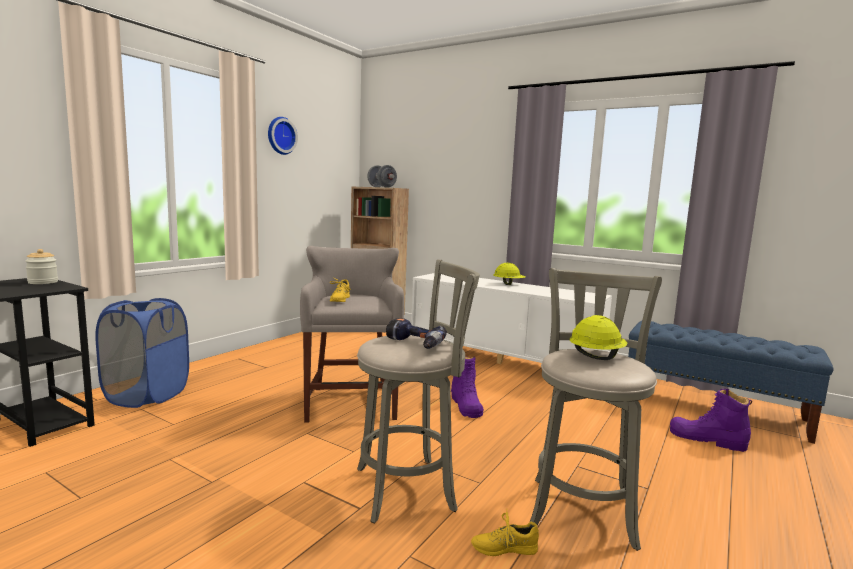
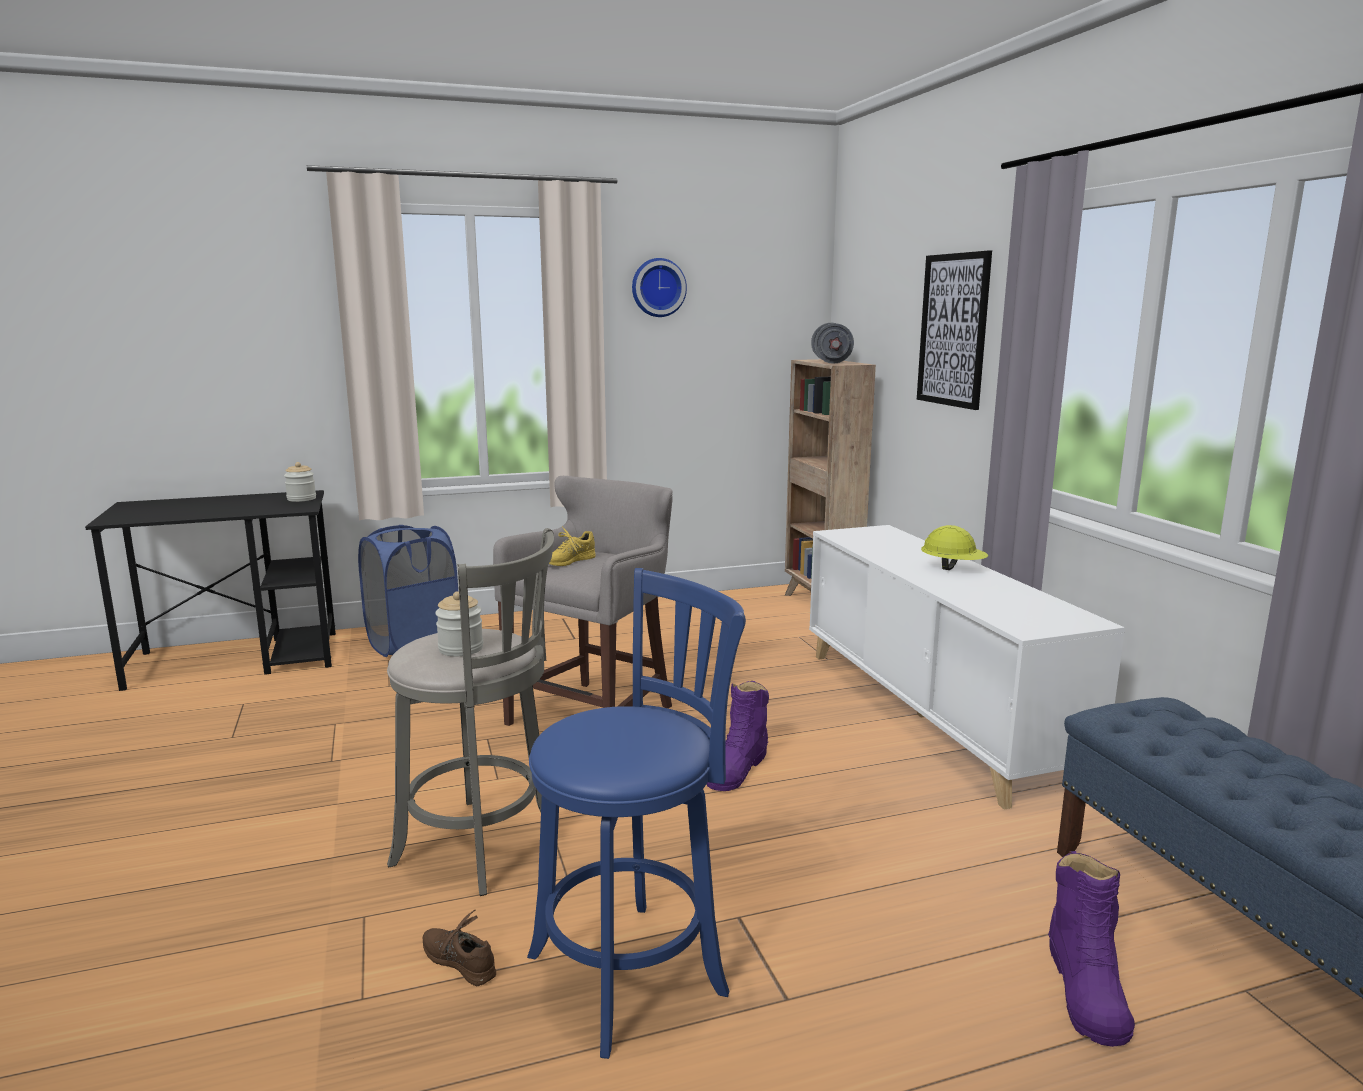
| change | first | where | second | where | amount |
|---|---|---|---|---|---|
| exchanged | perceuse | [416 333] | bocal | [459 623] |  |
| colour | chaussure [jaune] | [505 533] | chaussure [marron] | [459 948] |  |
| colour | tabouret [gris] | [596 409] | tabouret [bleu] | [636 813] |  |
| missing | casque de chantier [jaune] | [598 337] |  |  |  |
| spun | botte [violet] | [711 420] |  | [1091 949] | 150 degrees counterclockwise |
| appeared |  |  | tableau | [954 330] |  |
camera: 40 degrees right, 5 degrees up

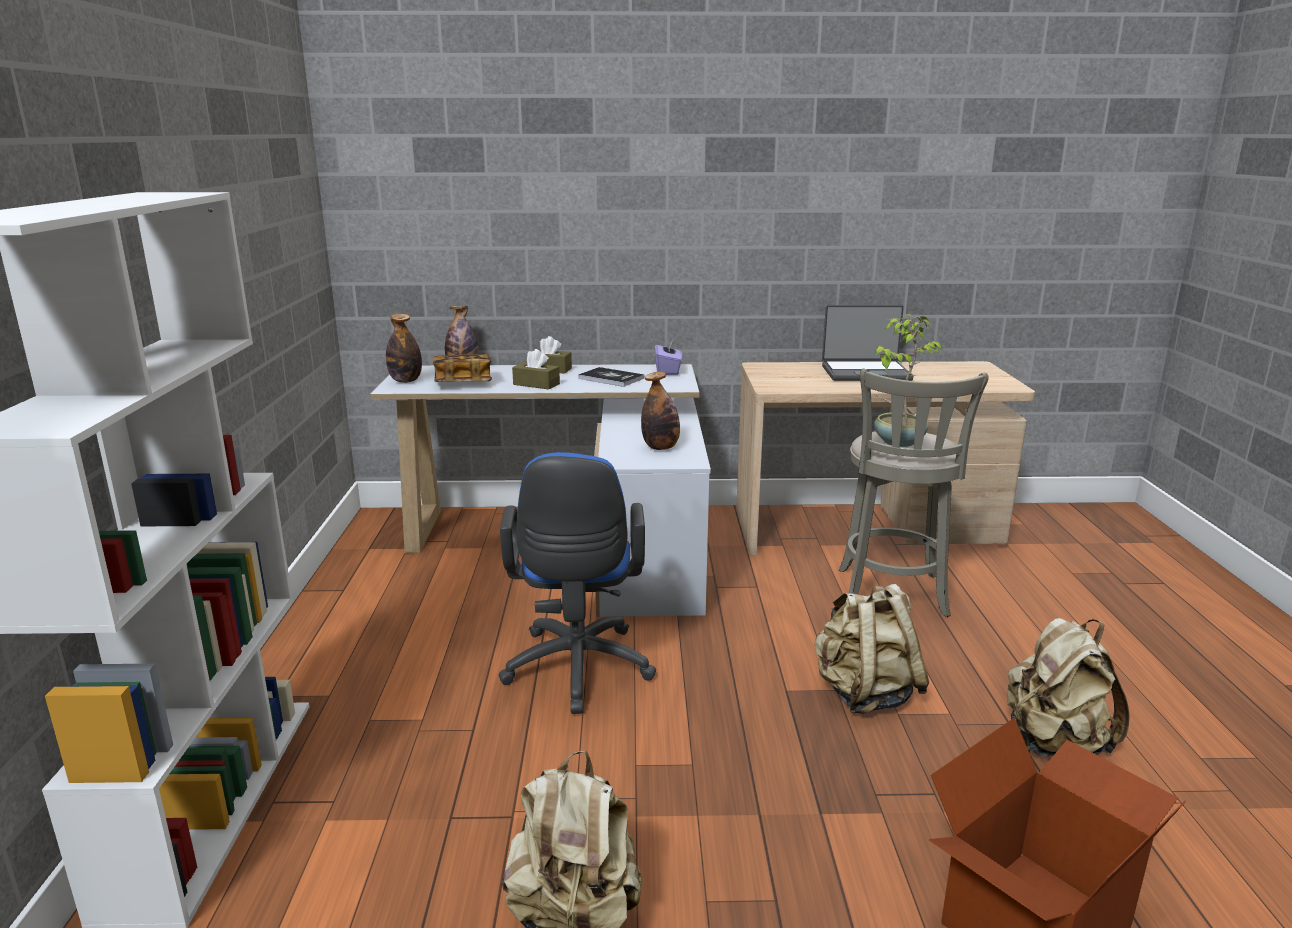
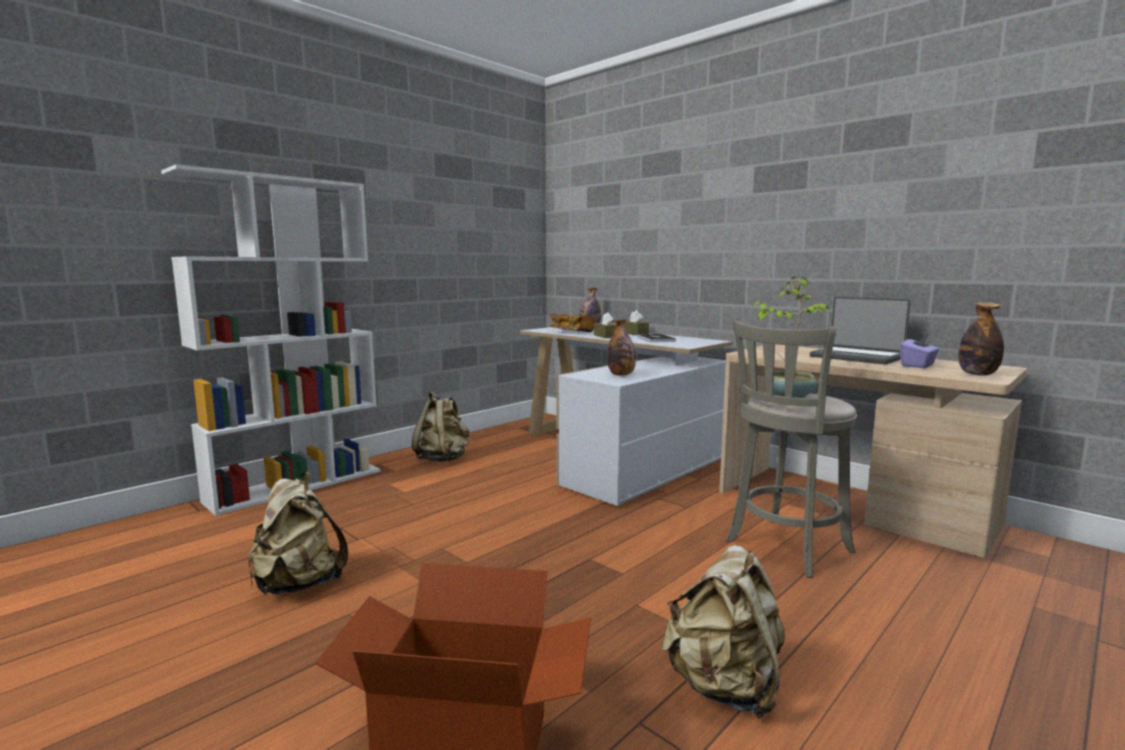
| change | first | where | second | where | amount |
|---|---|---|---|---|---|
| relocated | bouteille | [404 348] |  | [981 339] |  |
| missing | chaise de bureau [bleu] | [577 583] |  |  |  |
| relocated | boîte à mouchoirs [violet] | [668 357] |  | [919 350] |  |
| relocated | sac à dos [beige] | [871 649] |  | [440 427] |  |
camera: 45 degrees right, 10 degrees down

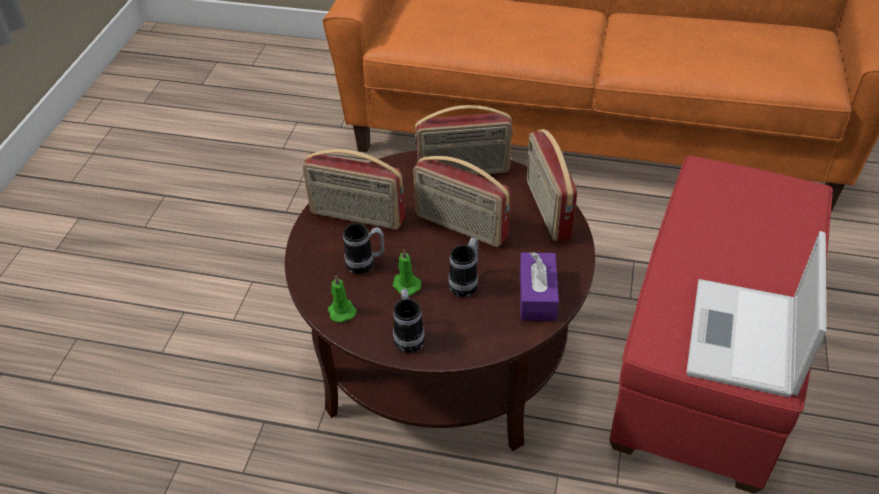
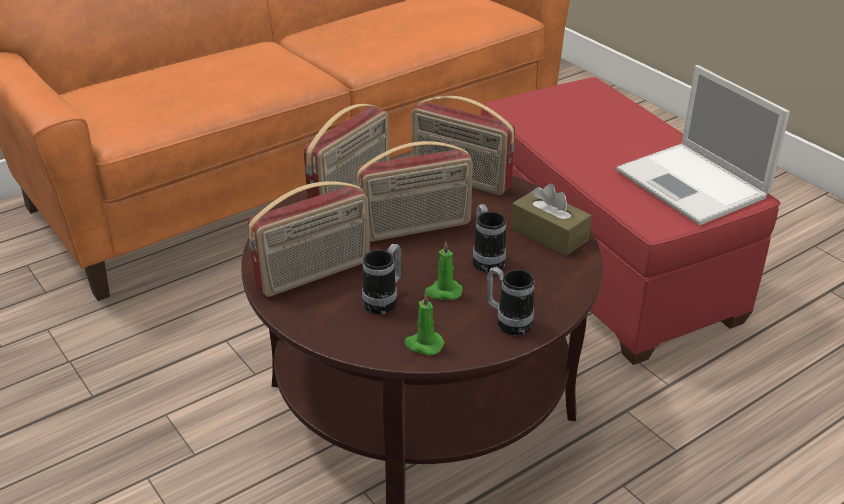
| change | first | where | second | where | amount |
|---|---|---|---|---|---|
| colour | boîte à mouchoirs [violet] | [539 286] | boîte à mouchoirs [marron] | [551 220] |  |
camera: 50 degrees left, 10 degrees down

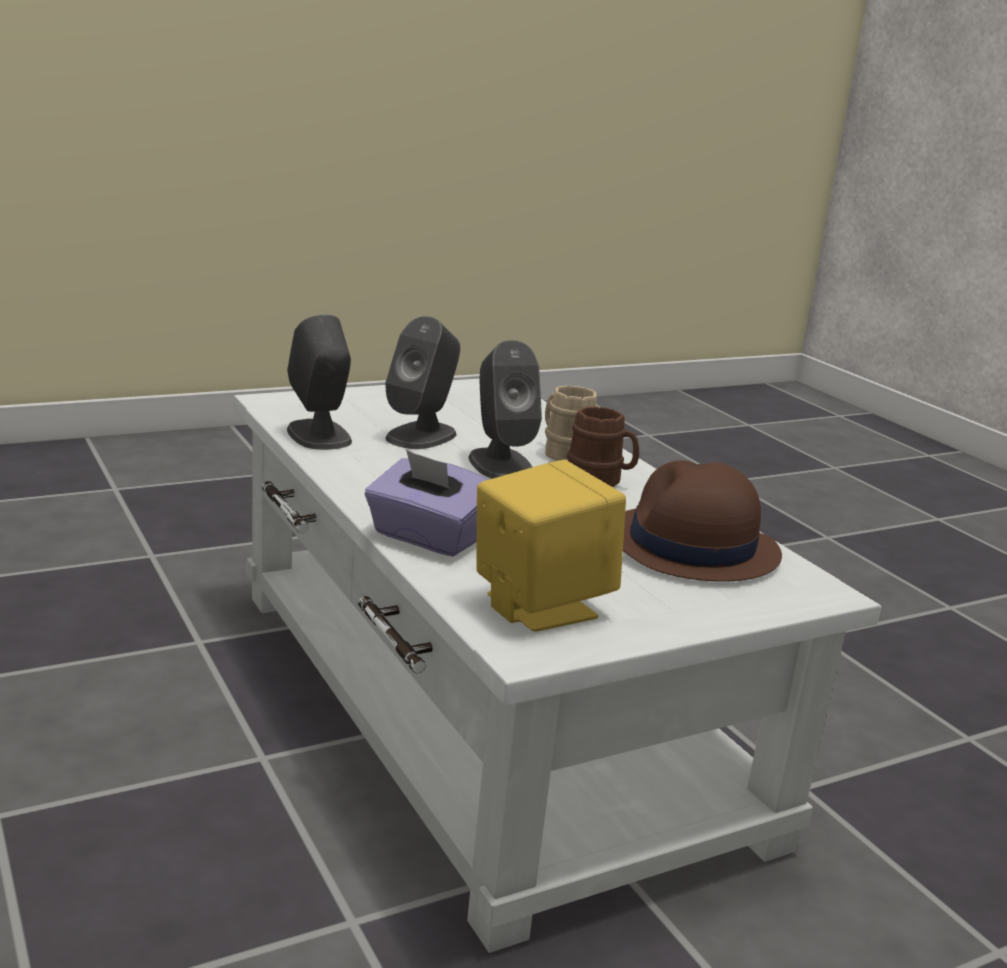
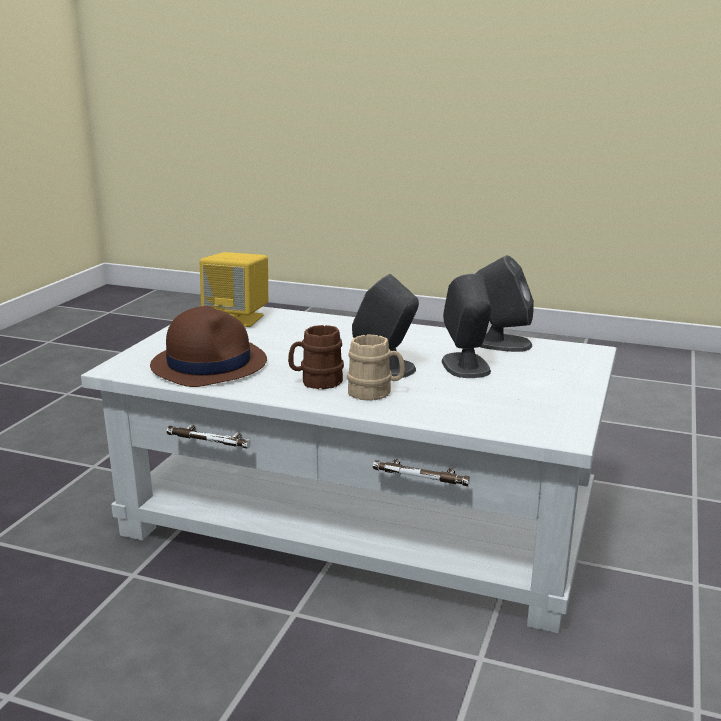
| change | first | where | second | where | amount |
|---|---|---|---|---|---|
| missing | boîte à mouchoirs [violet] | [426 503] |  |  |  |
camera: 140 degrees right, 0 degrees up

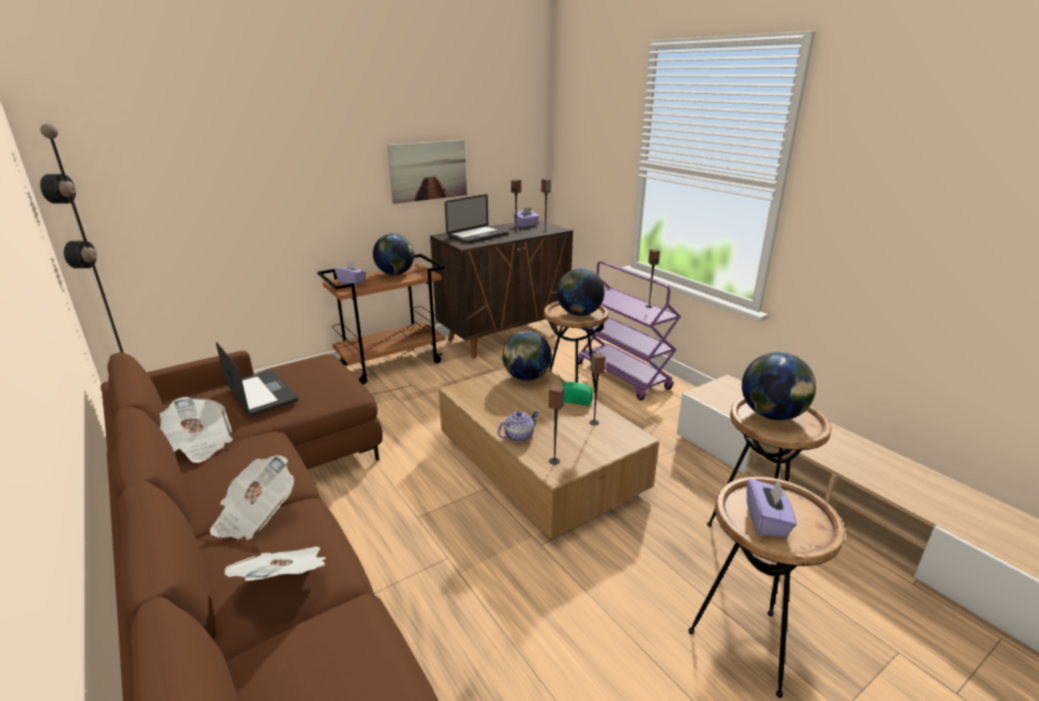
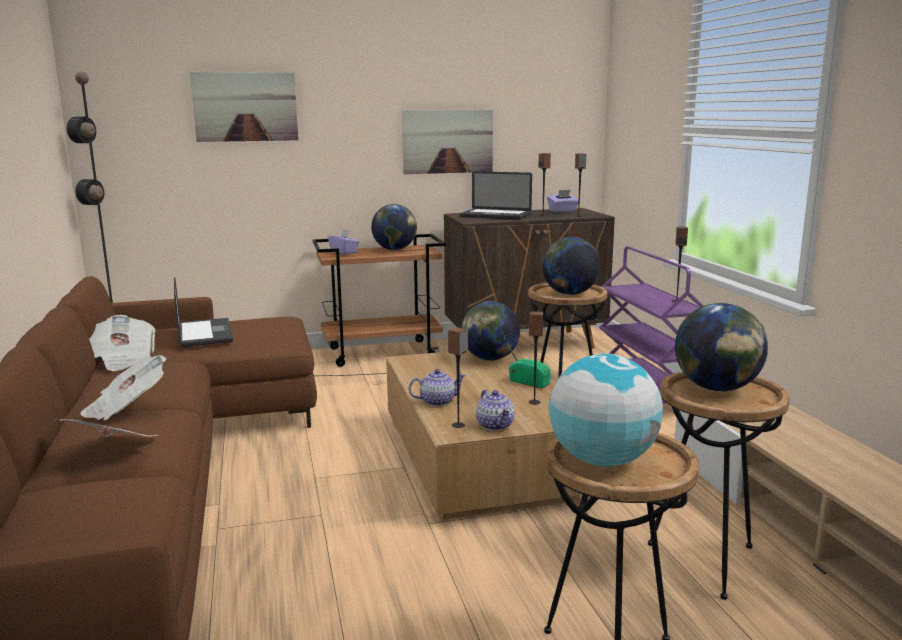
| change | first | where | second | where | amount |
|---|---|---|---|---|---|
| spun | ordinateur portable | [477 218] |  | [496 195] | 45 degrees clockwise |
| exchanged | boîte à mouchoirs [violet] | [772 508] | globe | [606 410] |  |
| appeared |  |  | tableau | [244 107] |  |
| appeared |  |  | théière | [495 410] |  |
camera: 20 degrees right, 10 degrees down

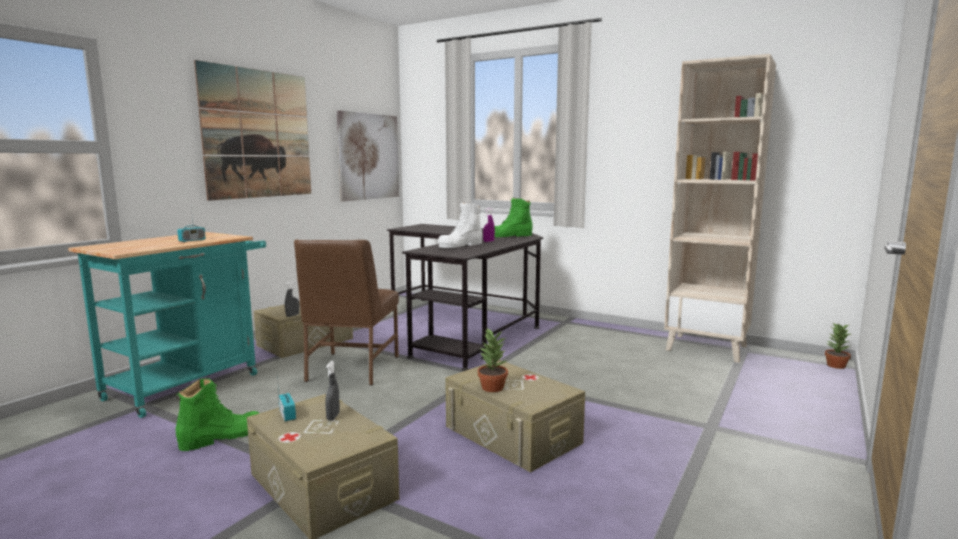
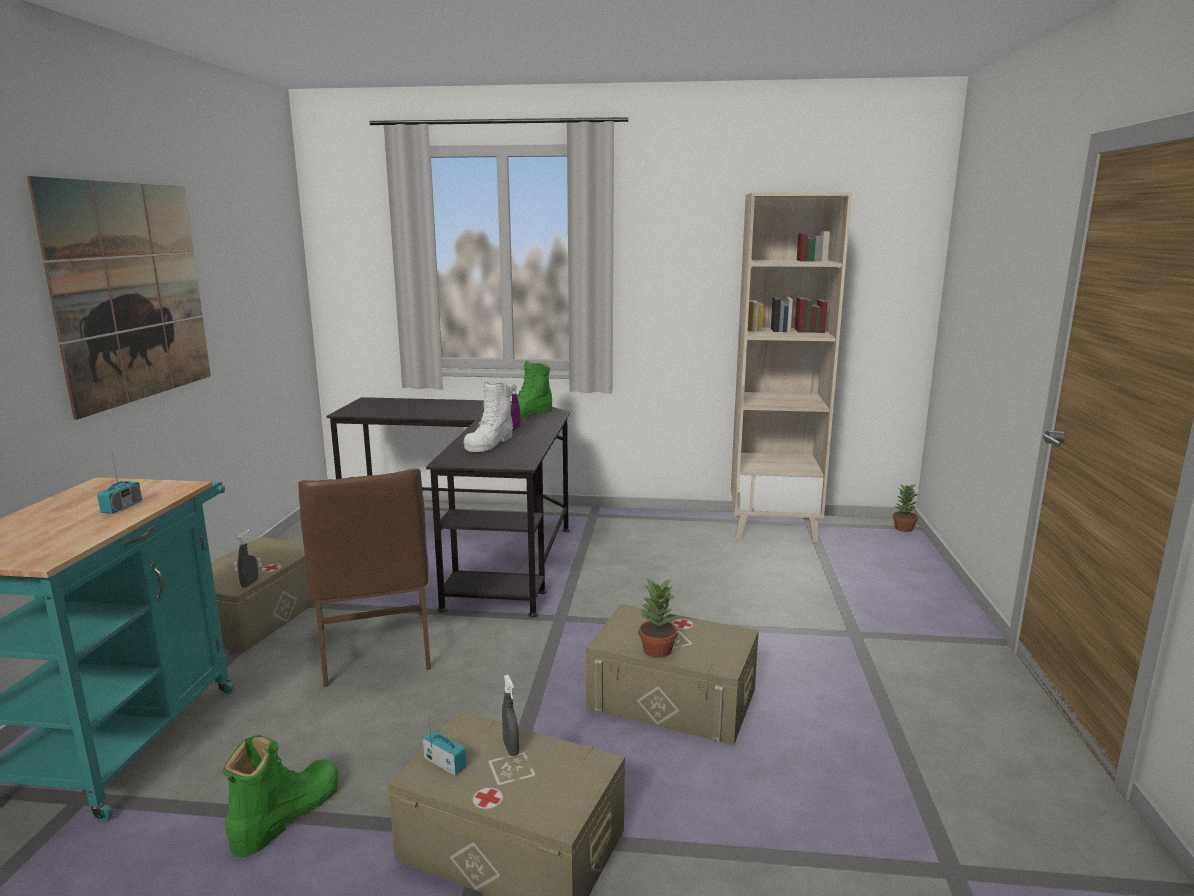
| change | first | where | second | where | amount |
|---|---|---|---|---|---|
| missing | tableau | [368 156] |  |  |  |
camera: 25 degrees left, 5 degrees up

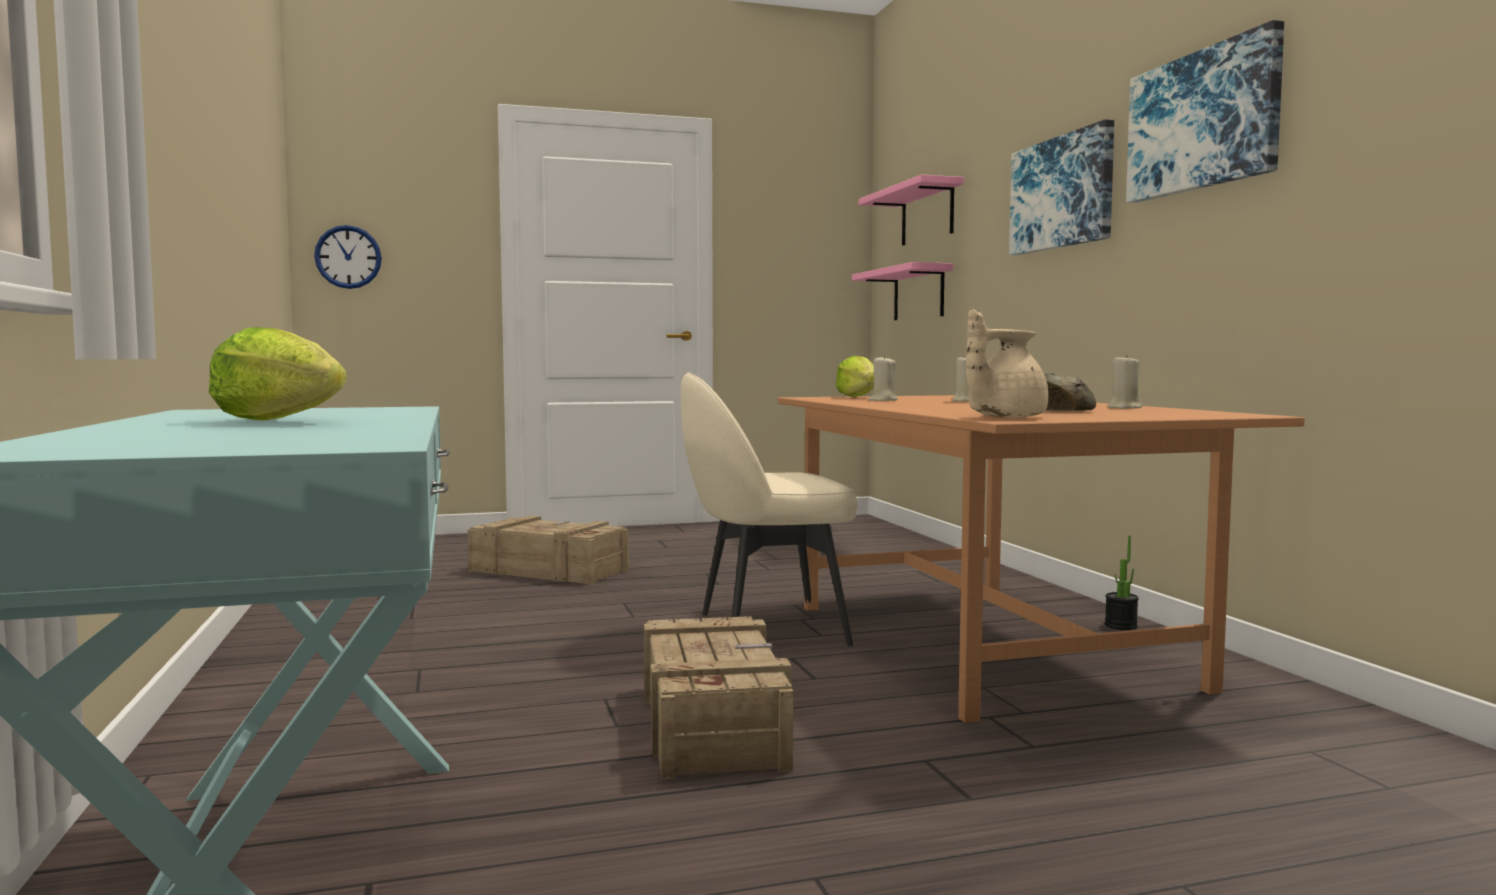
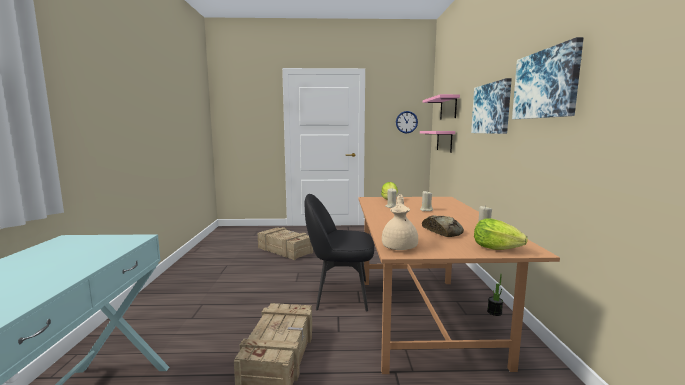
| change | first | where | second | where | amount |
|---|---|---|---|---|---|
| relocated | laitue | [278 374] |  | [501 234] |  |
| relocated | horloge murale | [348 257] |  | [407 122] |  |
| colour | chaise [beige] | [769 509] | chaise [noir] | [339 253] |  |
| spun | théière [beige] | [1007 363] |  | [400 222] | 120 degrees clockwise |
camera: 15 degrees right, 5 degrees up

